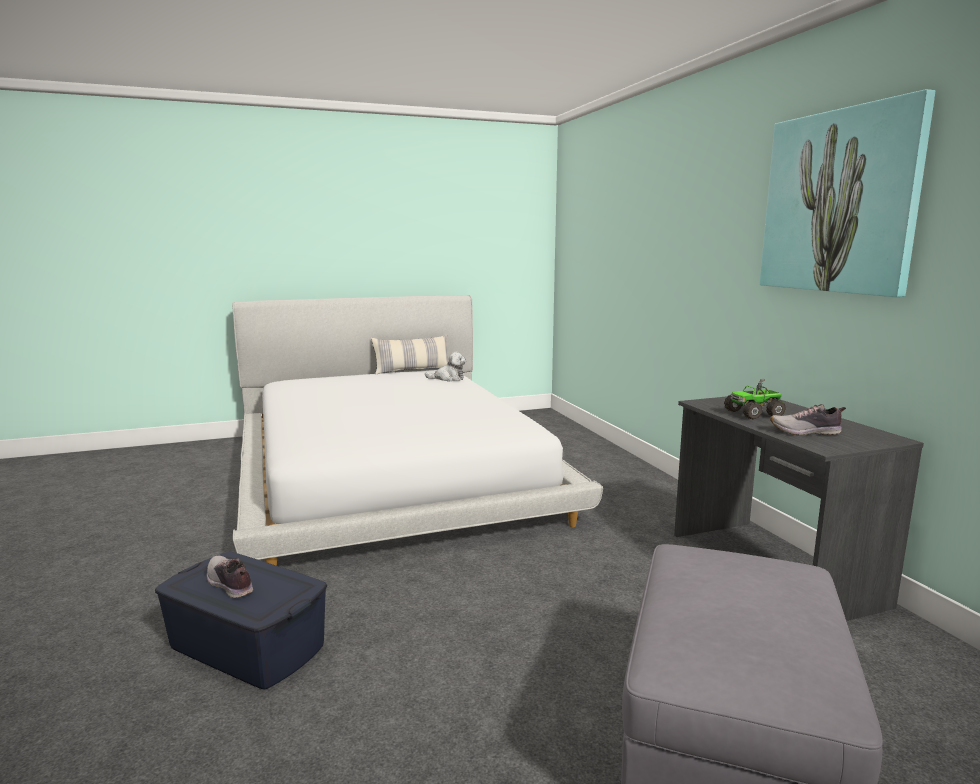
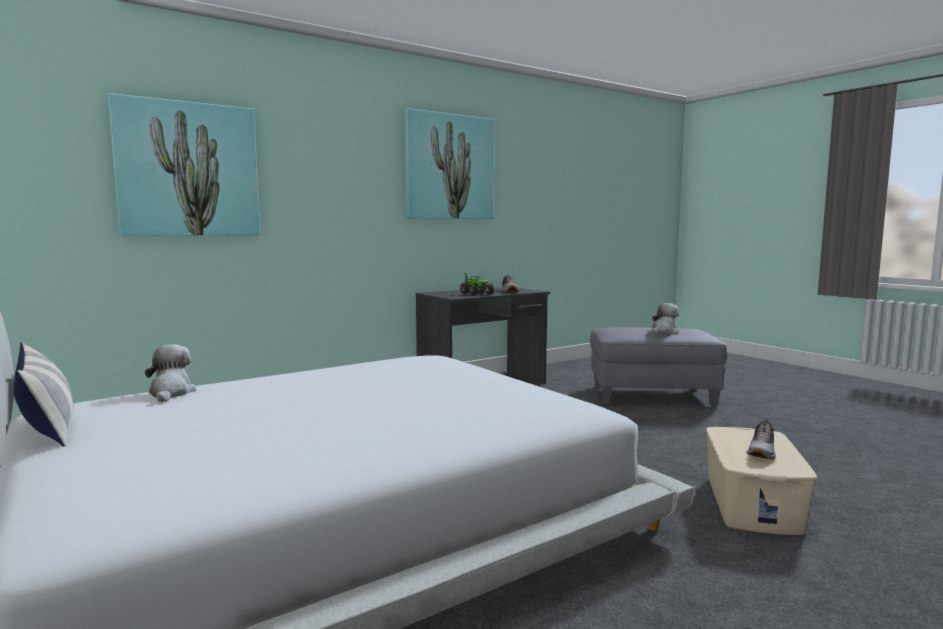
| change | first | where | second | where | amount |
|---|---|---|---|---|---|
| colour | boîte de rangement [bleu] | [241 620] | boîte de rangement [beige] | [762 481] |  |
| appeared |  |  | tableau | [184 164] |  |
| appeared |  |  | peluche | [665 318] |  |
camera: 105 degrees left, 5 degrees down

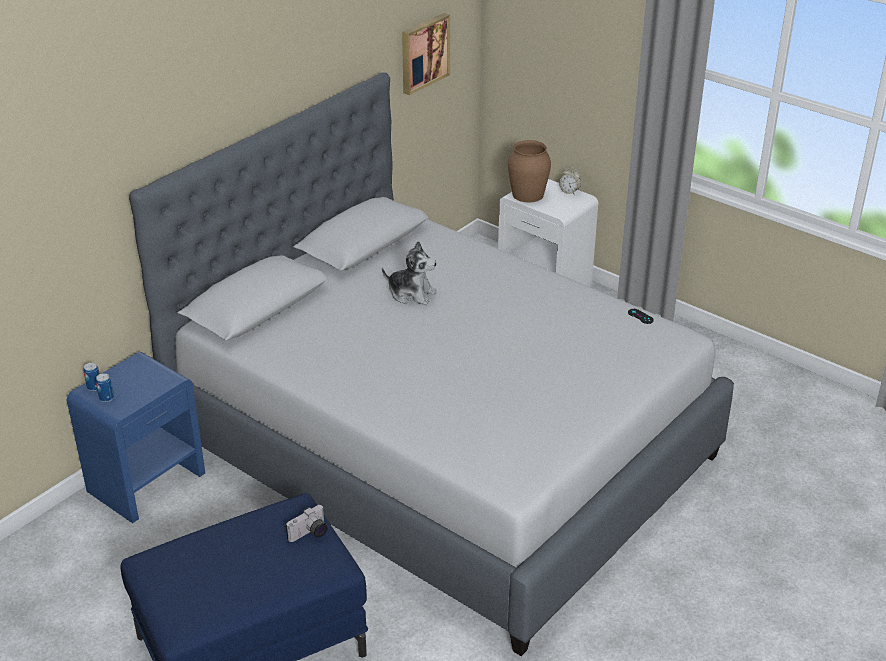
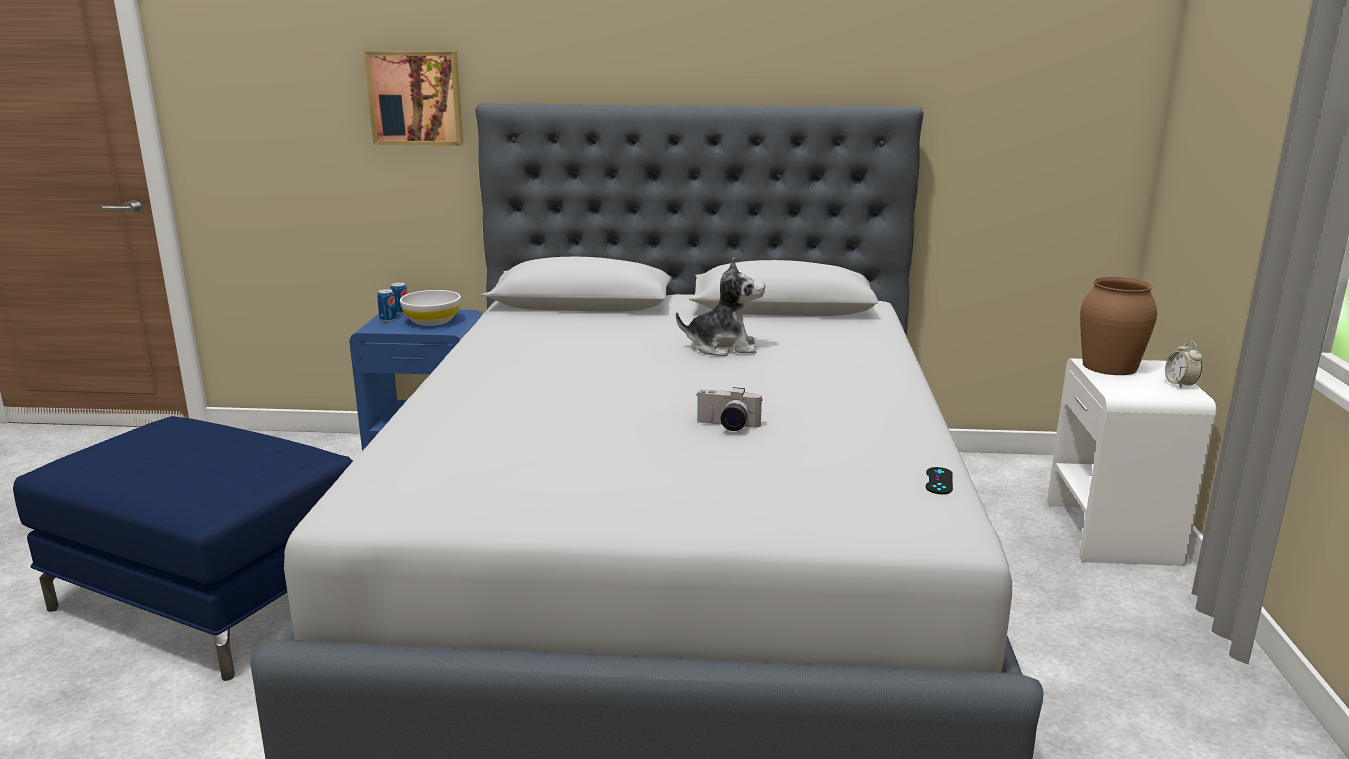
| change | first | where | second | where | amount |
|---|---|---|---|---|---|
| relocated | appareil photo | [307 523] |  | [729 409] |  |
| spun | peluche | [409 273] |  | [720 307] | 75 degrees counterclockwise |
| relocated | tableau | [426 54] |  | [413 98] |  |
| appeared |  |  | bol [blanc] | [430 308] |  |
camera: 55 degrees right, 15 degrees down

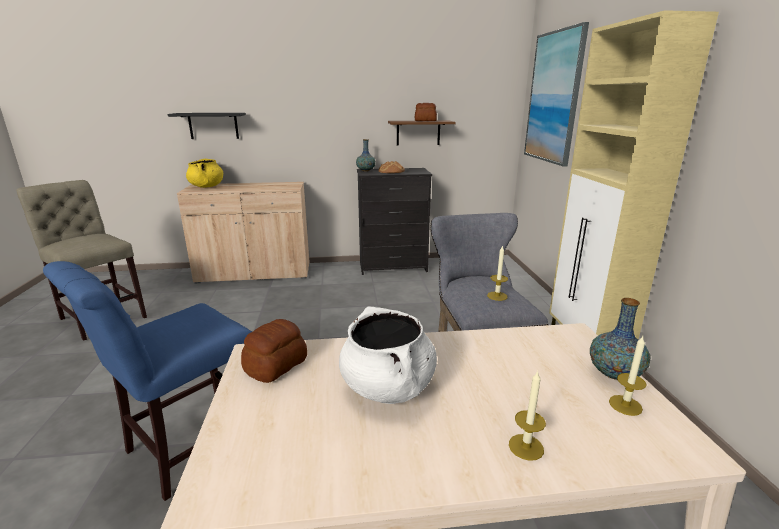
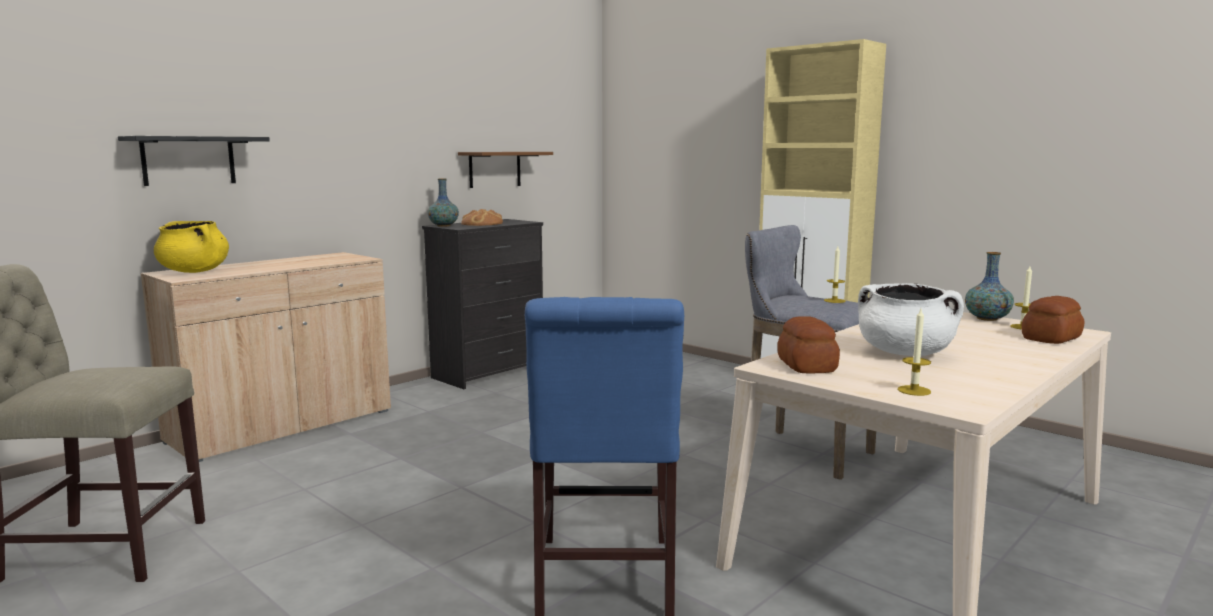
| change | first | where | second | where | amount |
|---|---|---|---|---|---|
| relocated | pain | [426 112] |  | [1053 320] |  |
| relocated | bougie | [527 416] |  | [914 352] |  |
| missing | tableau | [556 94] |  |  |  |
camera: 40 degrees left, 10 degrees down

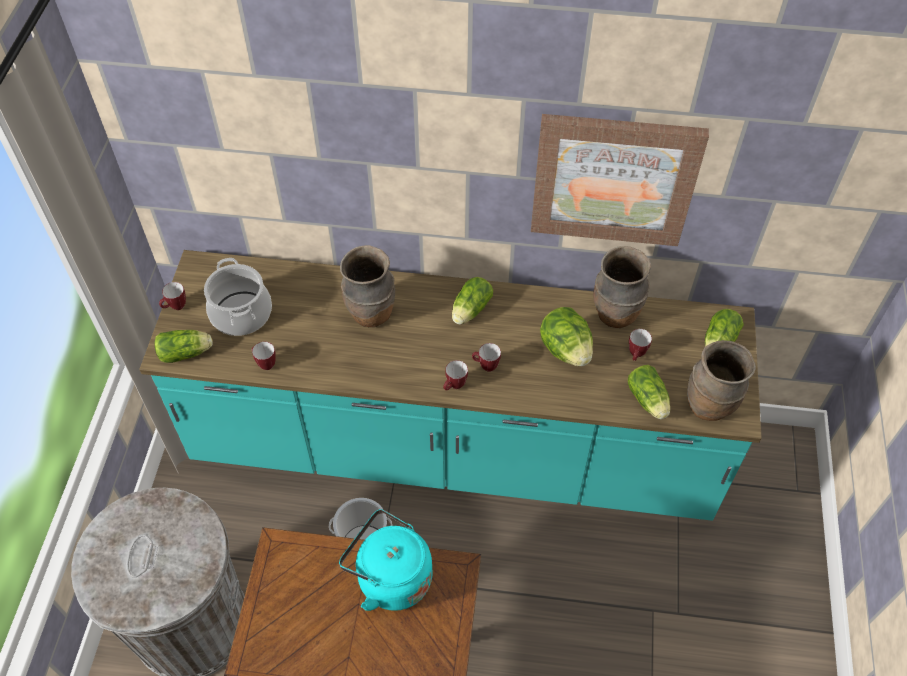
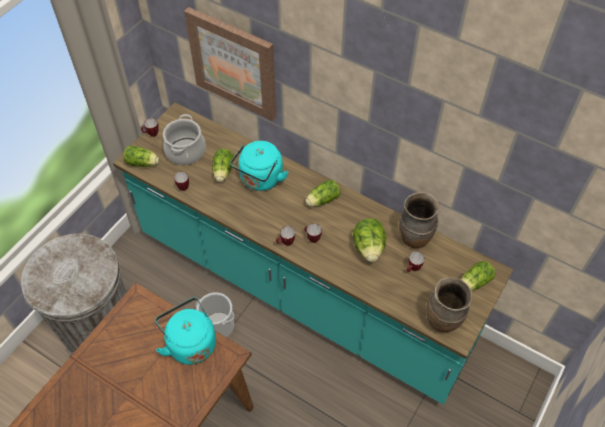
| change | first | where | second | where | amount |
|---|---|---|---|---|---|
| exchanged | vase [marron] | [367 286] | bouilloire [turquoise] | [259 166] |  |
| relocated | tableau | [620 180] |  | [230 64] |  |
| relocated | laitue | [649 392] |  | [223 165] |  |
camera: 25 degrees right, 0 degrees up

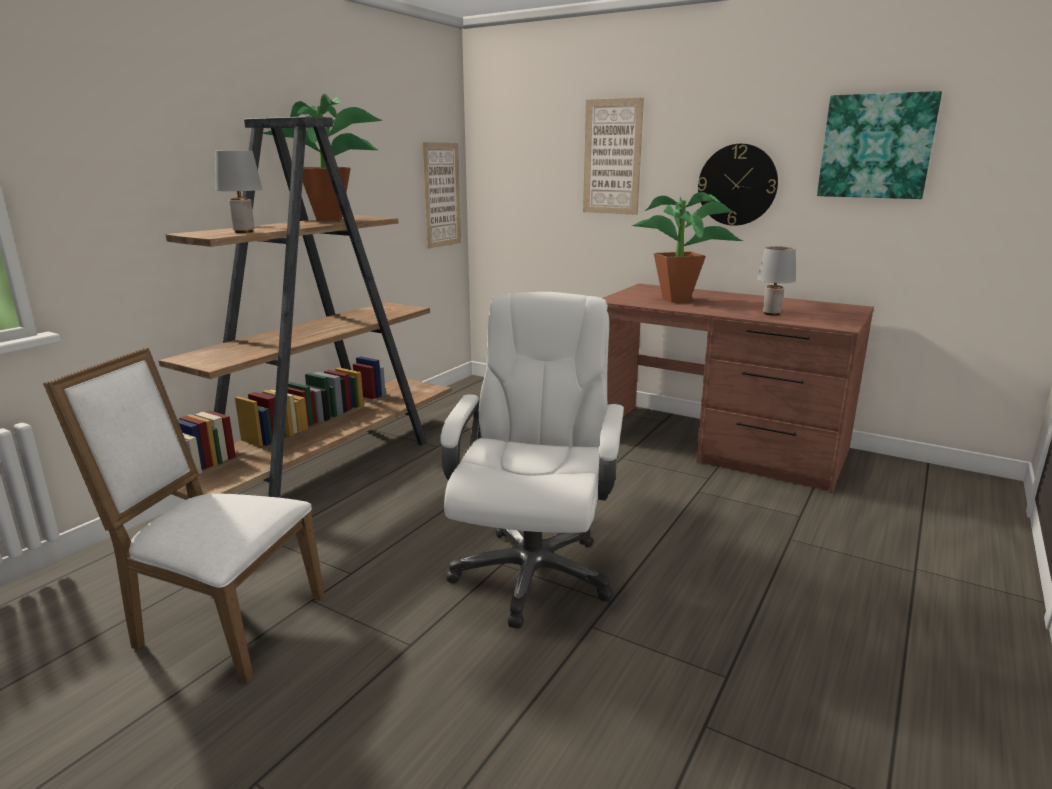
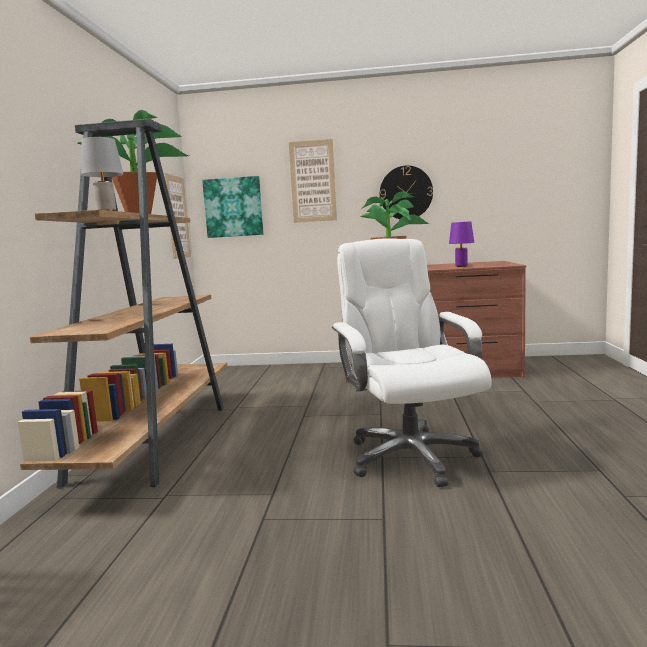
| change | first | where | second | where | amount |
|---|---|---|---|---|---|
| missing | chaise [blanc] | [184 515] |  |  |  |
| colour | lampe de table [gris] | [776 281] | lampe de table [violet] | [461 244] |  |
| relocated | tableau | [879 145] |  | [233 207] |  |
camera: 25 degrees left, 10 degrees down

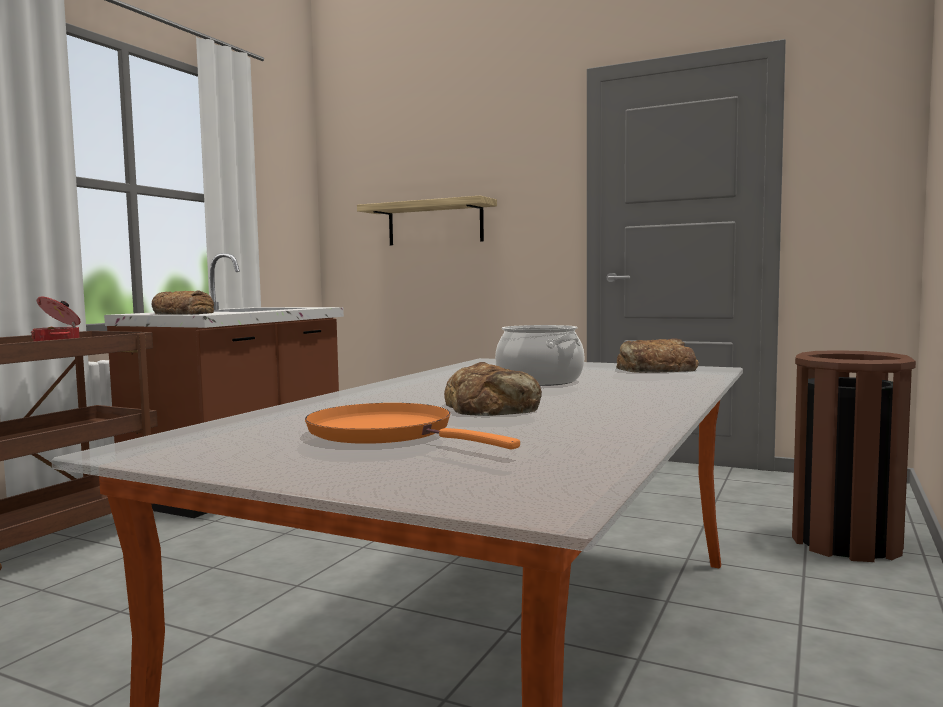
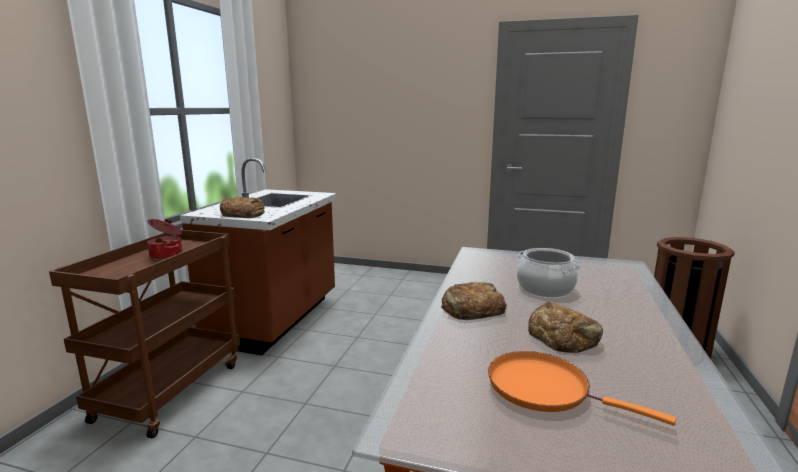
| change | first | where | second | where | amount |
|---|---|---|---|---|---|
| missing | étagère | [427 220] |  |  |  |
| relocated | pain | [657 356] |  | [474 301] |  |
camera: 10 degrees left, 10 degrees up

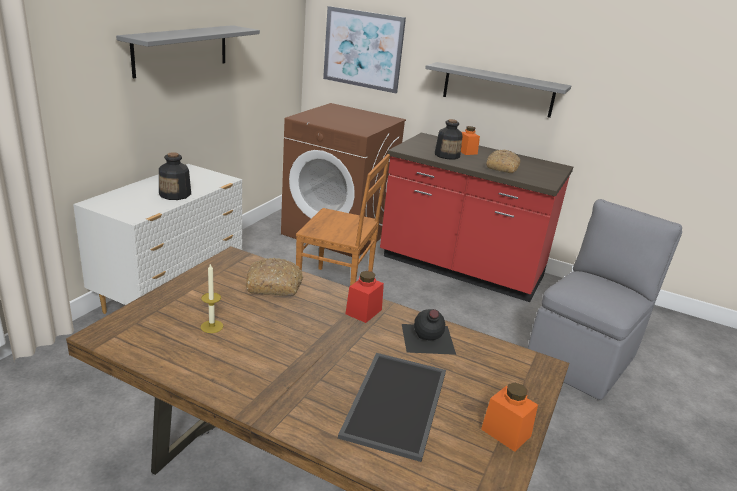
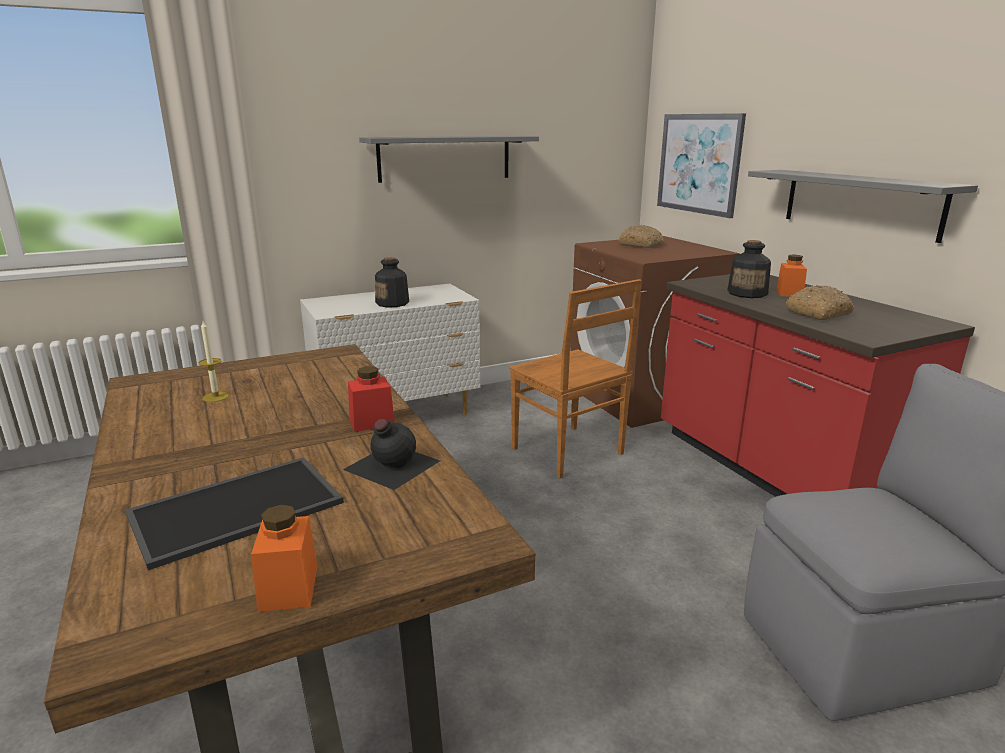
| change | first | where | second | where | amount |
|---|---|---|---|---|---|
| relocated | pain | [275 277] |  | [641 236] |  |
camera: 40 degrees right, 5 degrees down

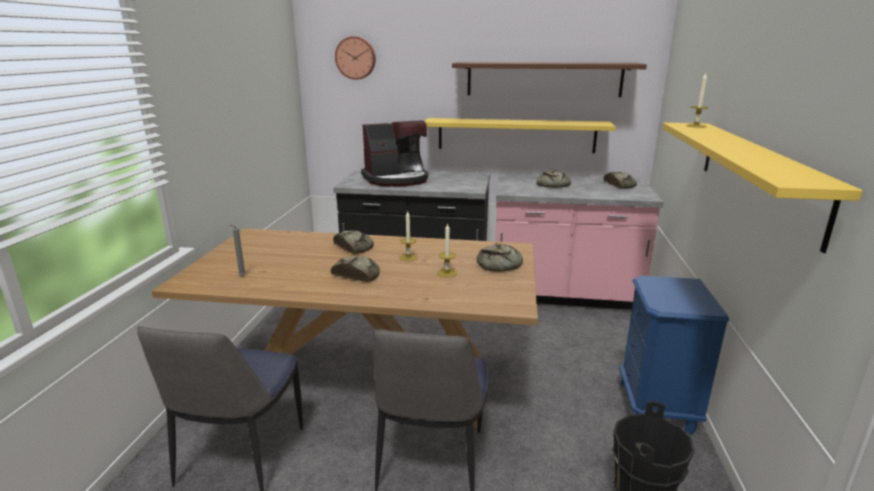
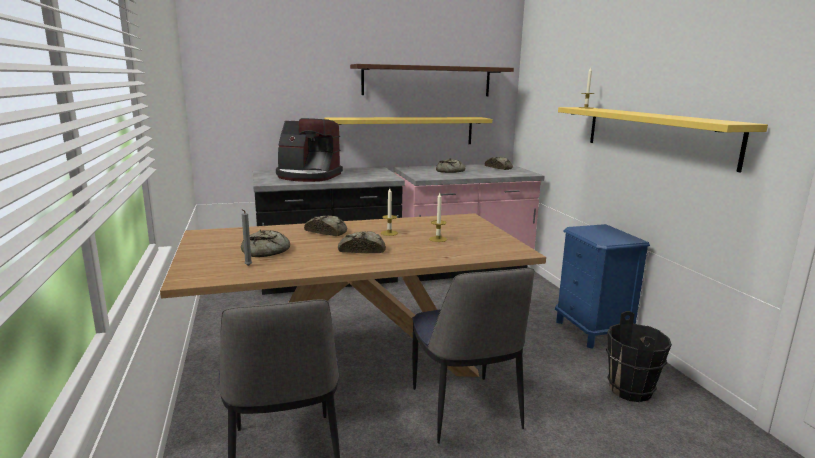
| change | first | where | second | where | amount |
|---|---|---|---|---|---|
| missing | horloge murale | [355 58] |  |  |  |
| spun | machine à café | [394 153] |  | [309 150] | 60 degrees clockwise |
| relocated | pain | [500 257] |  | [265 243] |  |
camera: 25 degrees left, 5 degrees down

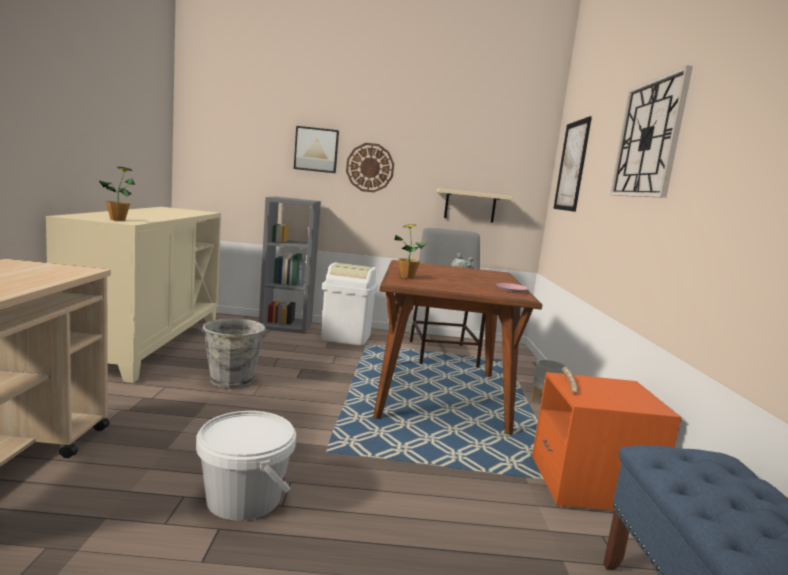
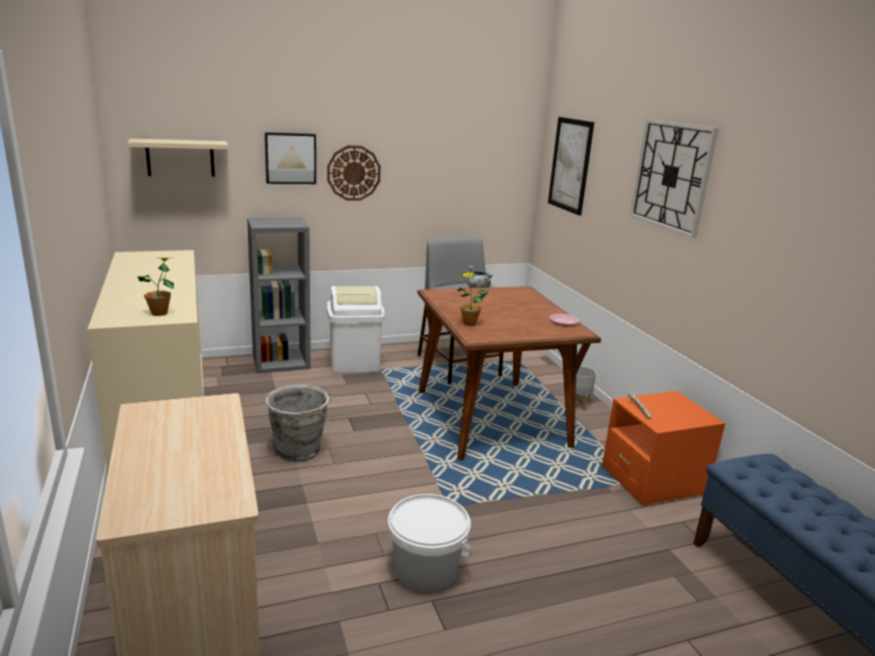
| change | first | where | second | where | amount |
|---|---|---|---|---|---|
| relocated | étagère [beige] | [474 205] |  | [177 158] |  |
camera: 20 degrees left, 10 degrees up

